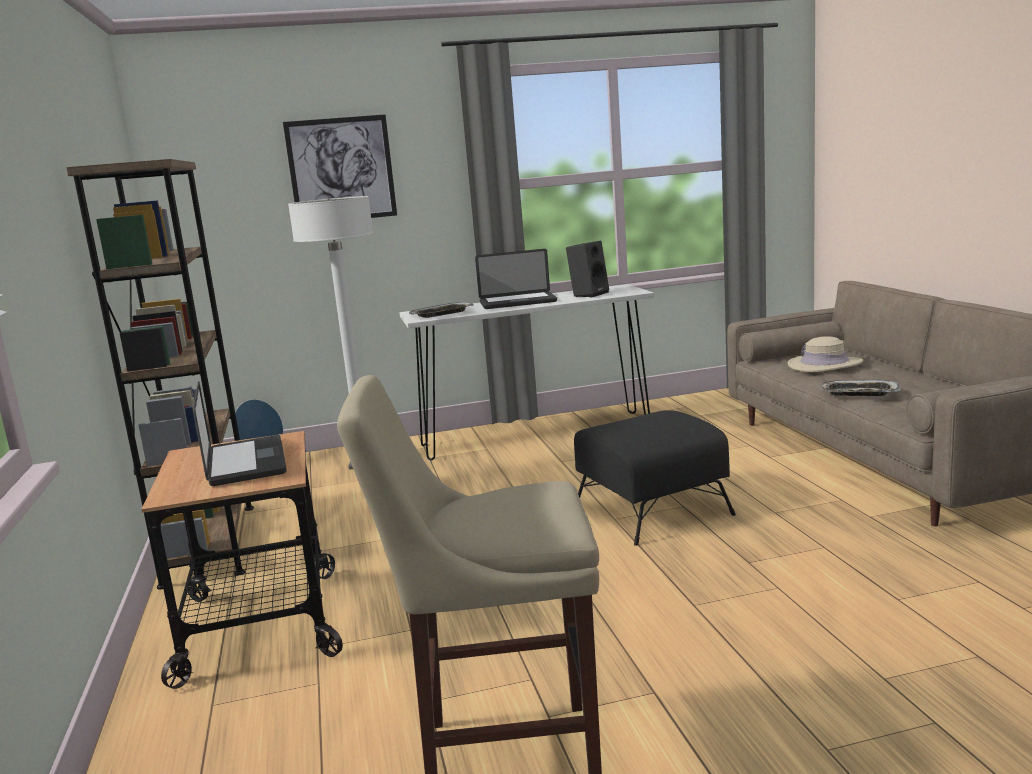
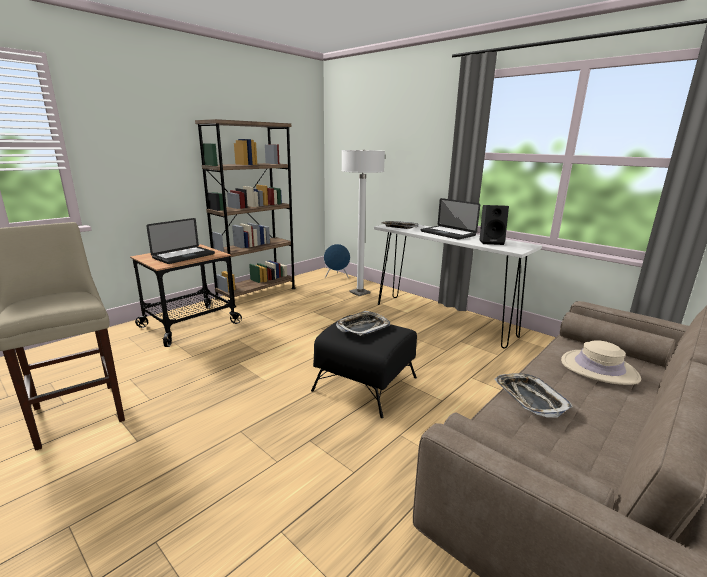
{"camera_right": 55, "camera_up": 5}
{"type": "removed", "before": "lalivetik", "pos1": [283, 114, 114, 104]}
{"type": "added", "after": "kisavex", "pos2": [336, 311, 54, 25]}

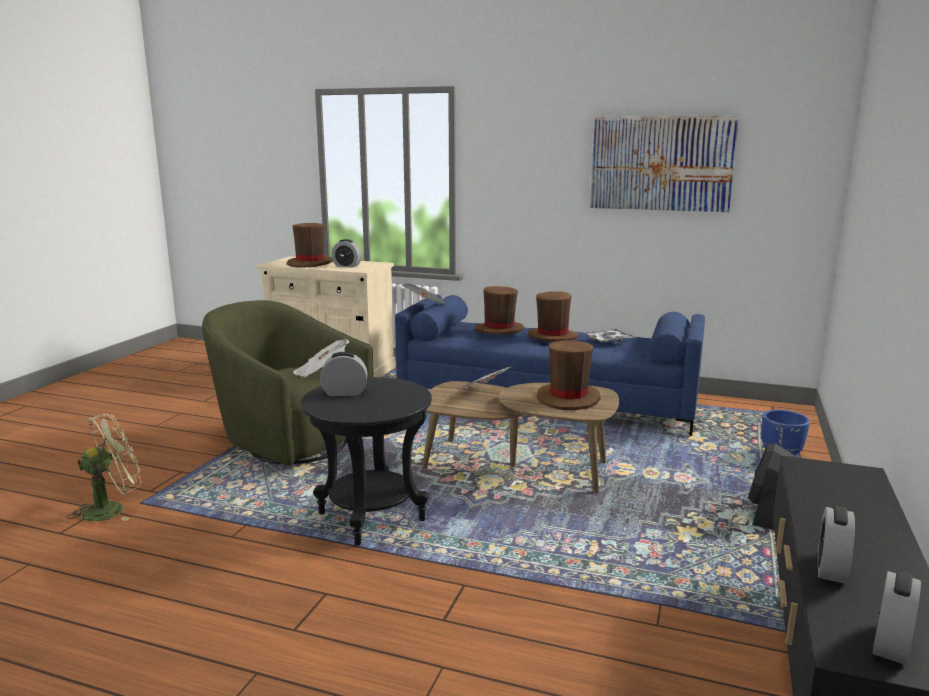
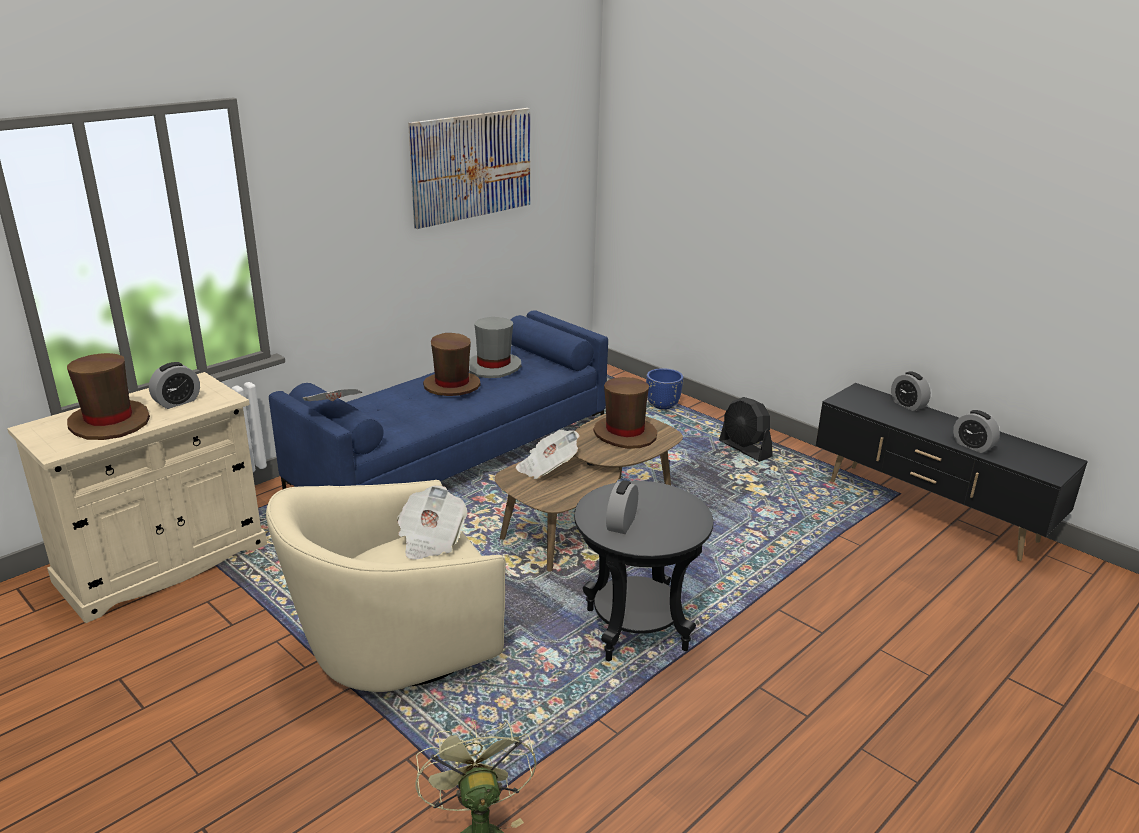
{"camera_right": -65, "camera_up": 10}
{"type": "removed", "before": "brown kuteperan", "pos1": [475, 286, 49, 49]}
{"type": "moved", "before": "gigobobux", "pos1": [873, 571, 48, 94], "pos2": [891, 371, 40, 40]}
{"type": "replaced", "before": "kisavex", "after": "grey kuteperan", "pos1": [583, 329, 52, 13], "pos2": [469, 317, 52, 61]}
{"type": "recoloured", "before": "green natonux", "after": "beige natonux", "pos1": [202, 300, 171, 165], "pos2": [266, 480, 240, 212]}

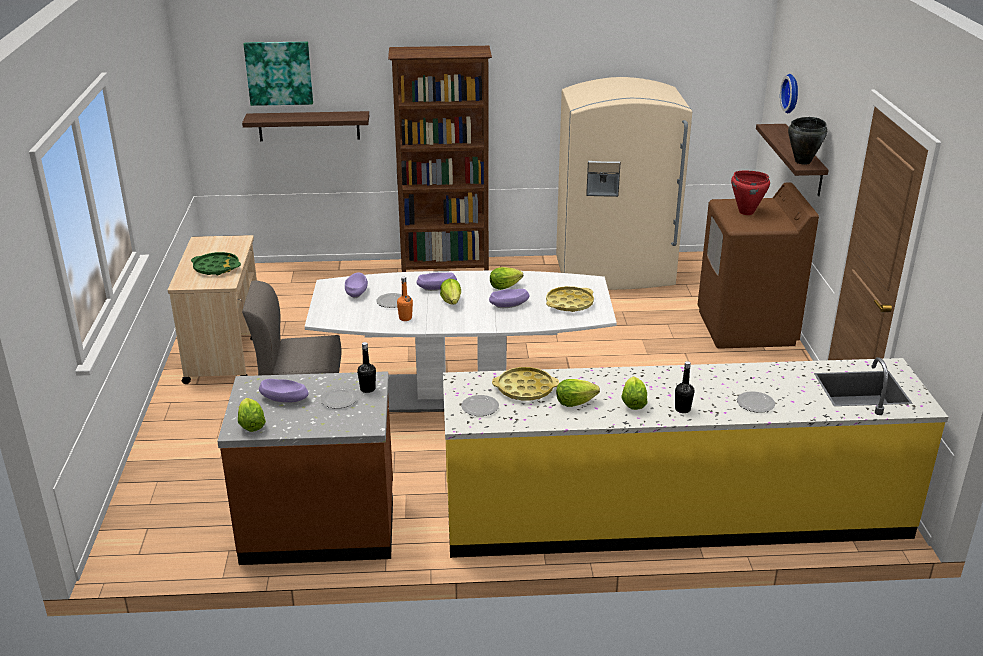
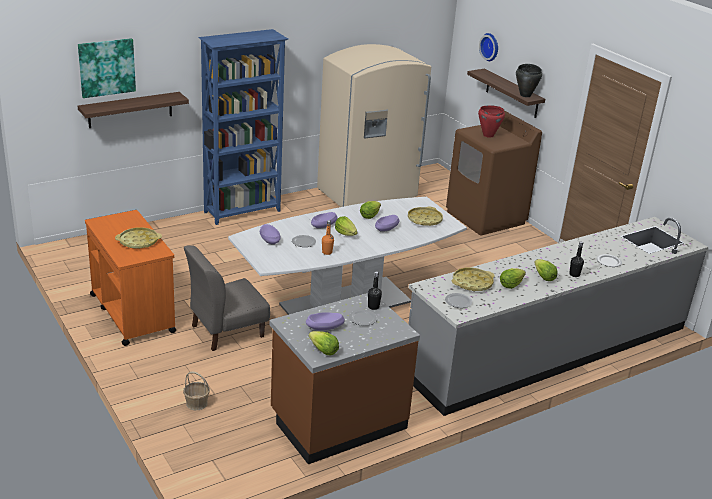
{"camera_right": -30, "camera_up": 0}
{"type": "added", "after": "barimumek", "pos2": [183, 371, 27, 39]}
{"type": "recoloured", "before": "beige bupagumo", "after": "orange bupagumo", "pos1": [168, 235, 89, 149], "pos2": [85, 210, 91, 136]}
{"type": "recoloured", "before": "green kisavex", "after": "yellow kisavex", "pos1": [191, 252, 50, 23], "pos2": [115, 227, 47, 22]}
{"type": "recoloured", "before": "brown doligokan", "after": "blue doligokan", "pos1": [388, 46, 104, 226], "pos2": [198, 29, 90, 196]}
{"type": "recoloured", "before": "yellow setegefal", "after": "grey setegefal", "pos1": [443, 357, 505, 201], "pos2": [408, 217, 300, 199]}

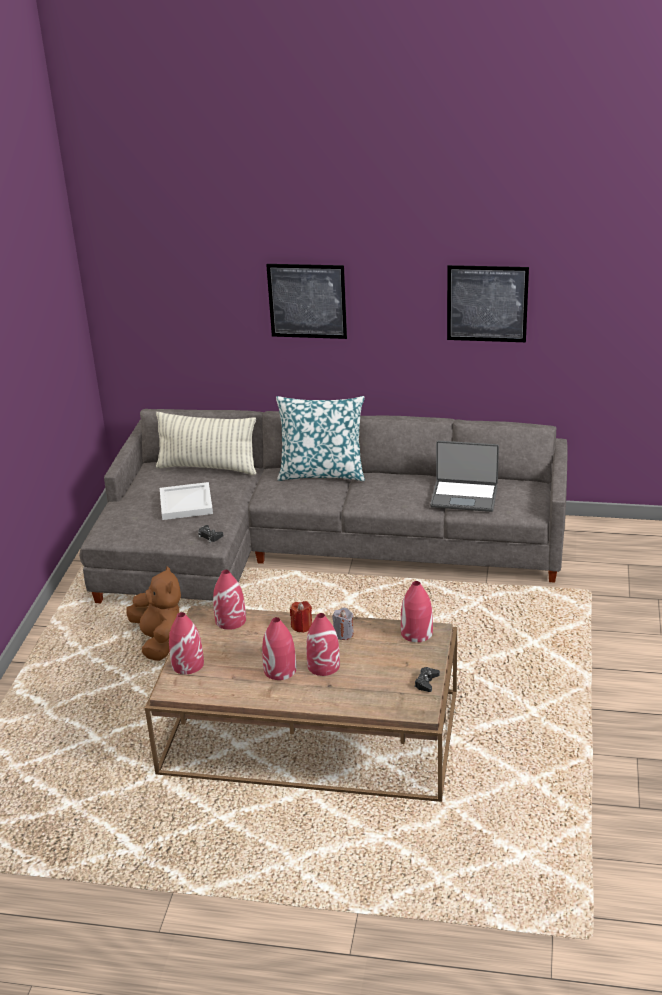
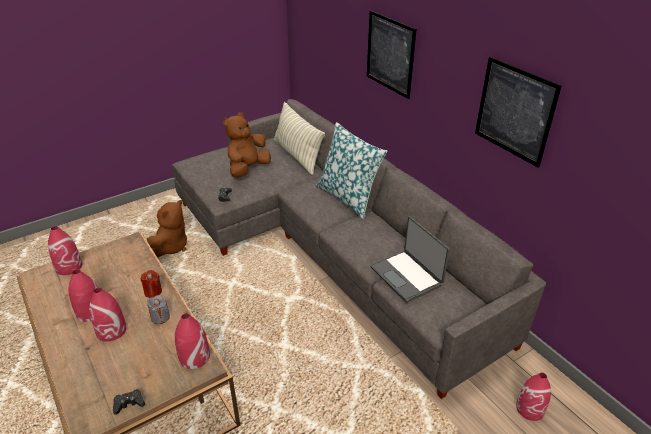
{"camera_right": 45, "camera_up": 5}
{"type": "moved", "before": "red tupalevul", "pos1": [213, 570, 33, 60], "pos2": [516, 372, 35, 49]}
{"type": "replaced", "before": "white kisavex", "after": "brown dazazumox", "pos1": [160, 482, 53, 38], "pos2": [223, 112, 48, 66]}

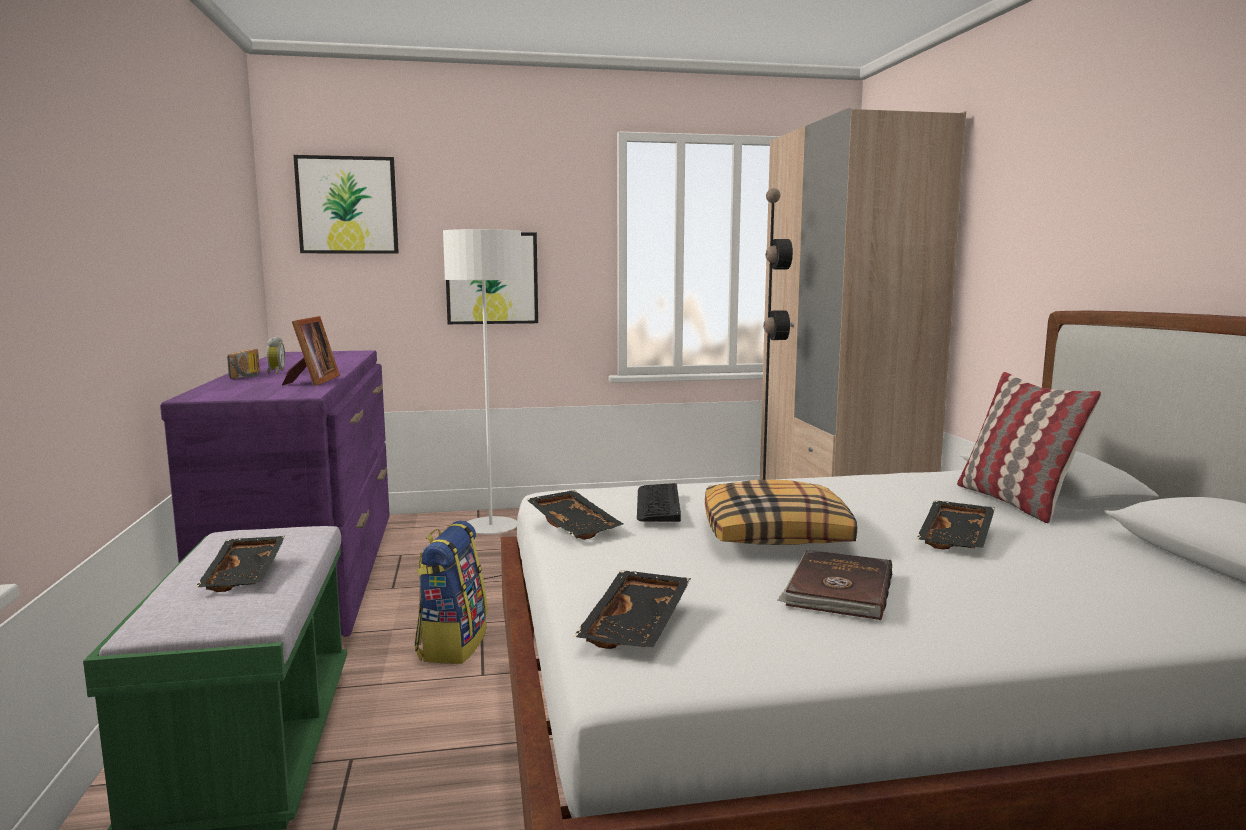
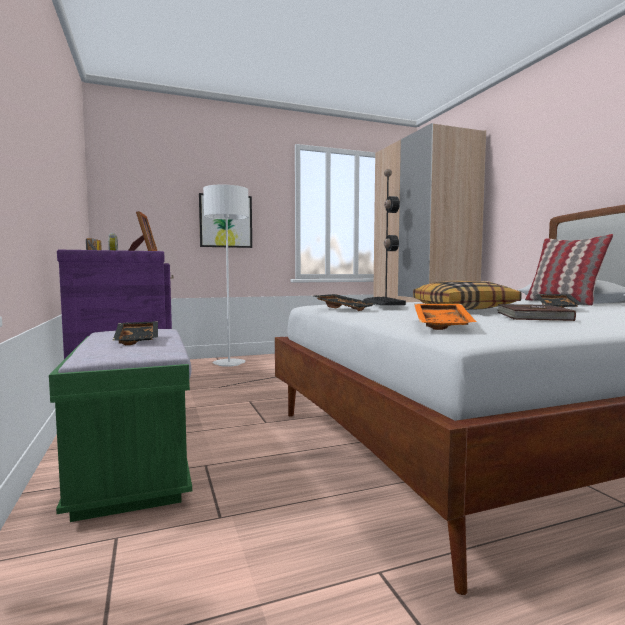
{"camera_right": -10, "camera_up": -5}
{"type": "removed", "before": "lalivetik", "pos1": [293, 155, 106, 99]}
{"type": "removed", "before": "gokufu", "pos1": [414, 521, 74, 143]}
{"type": "recoloured", "before": "black kisavex", "after": "orange kisavex", "pos1": [574, 570, 117, 79], "pos2": [414, 304, 63, 26]}

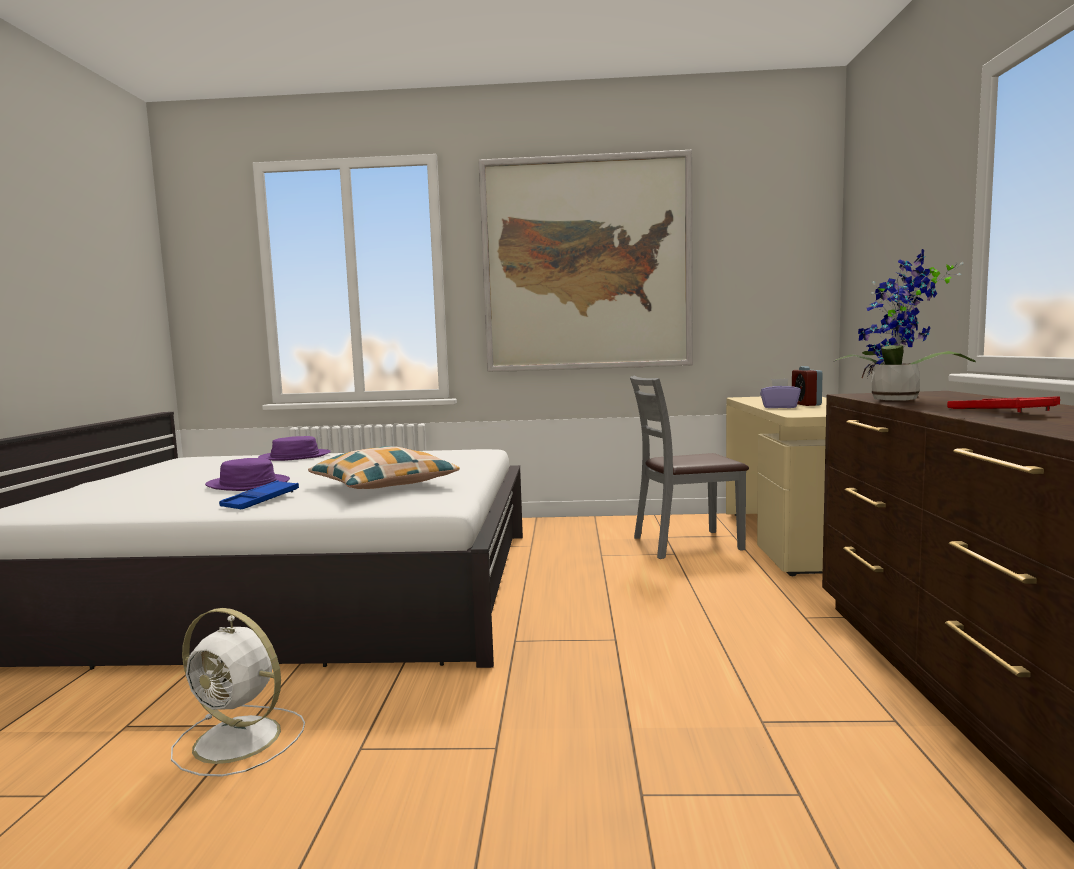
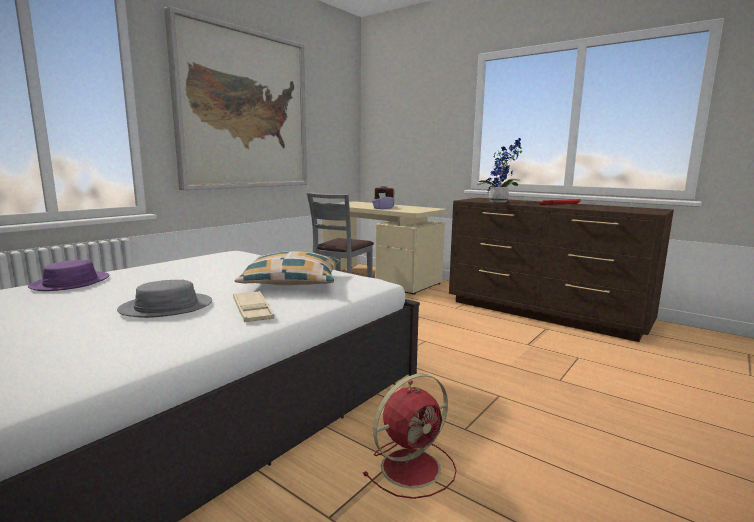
{"camera_right": -55, "camera_up": 5}
{"type": "recoloured", "before": "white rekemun", "after": "red rekemun", "pos1": [171, 608, 134, 169], "pos2": [363, 374, 94, 125]}
{"type": "recoloured", "before": "purple kuteperan", "after": "grey kuteperan", "pos1": [205, 458, 85, 33], "pos2": [117, 280, 95, 38]}
{"type": "recoloured", "before": "blue kisavex", "after": "beige kisavex", "pos1": [219, 480, 80, 29], "pos2": [233, 291, 41, 31]}

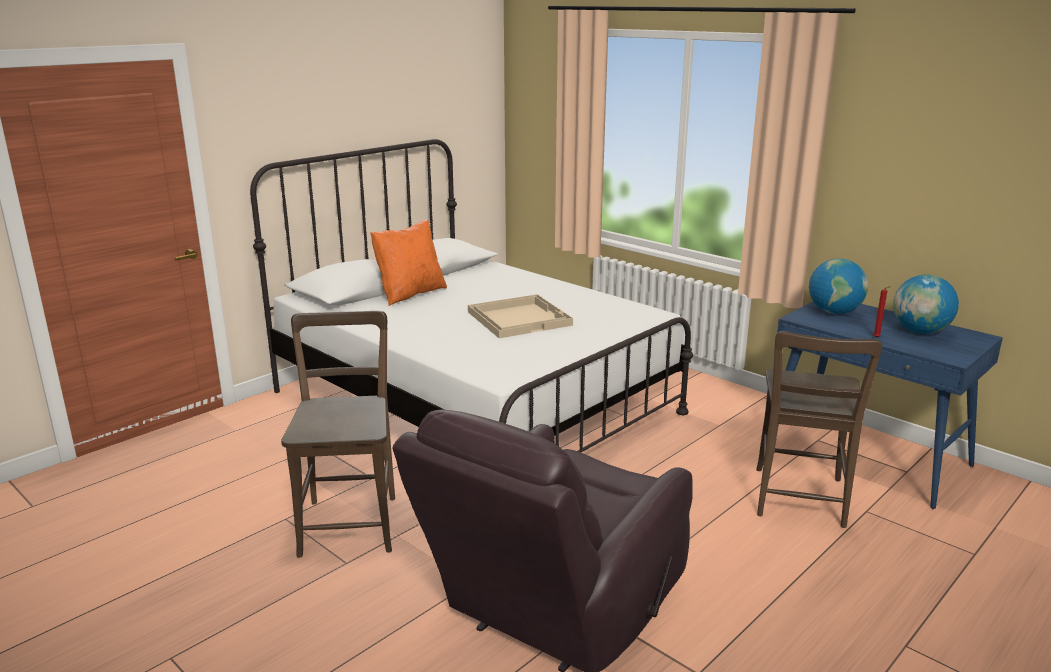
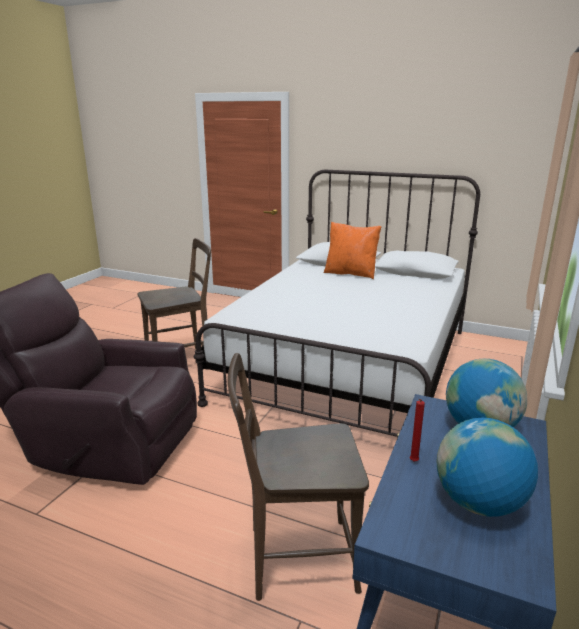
{"camera_right": 70, "camera_up": 0}
{"type": "removed", "before": "beige kisavex", "pos1": [468, 294, 105, 44]}

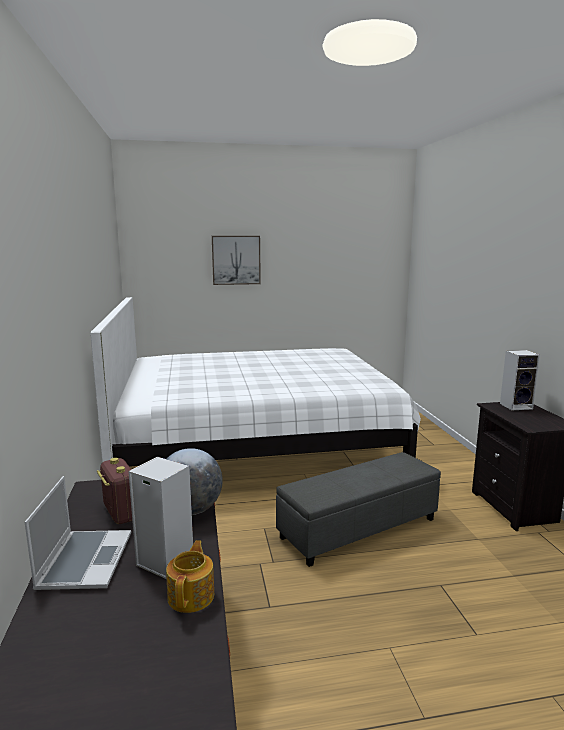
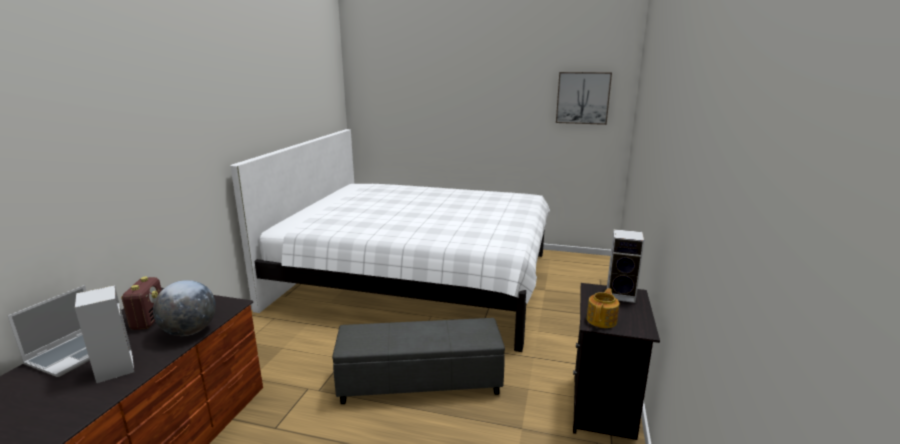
{"camera_right": 25, "camera_up": 5}
{"type": "moved", "before": "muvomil", "pos1": [166, 540, 48, 73], "pos2": [587, 288, 32, 40]}
{"type": "moved", "before": "lalivetik", "pos1": [212, 236, 49, 49], "pos2": [556, 72, 56, 53]}

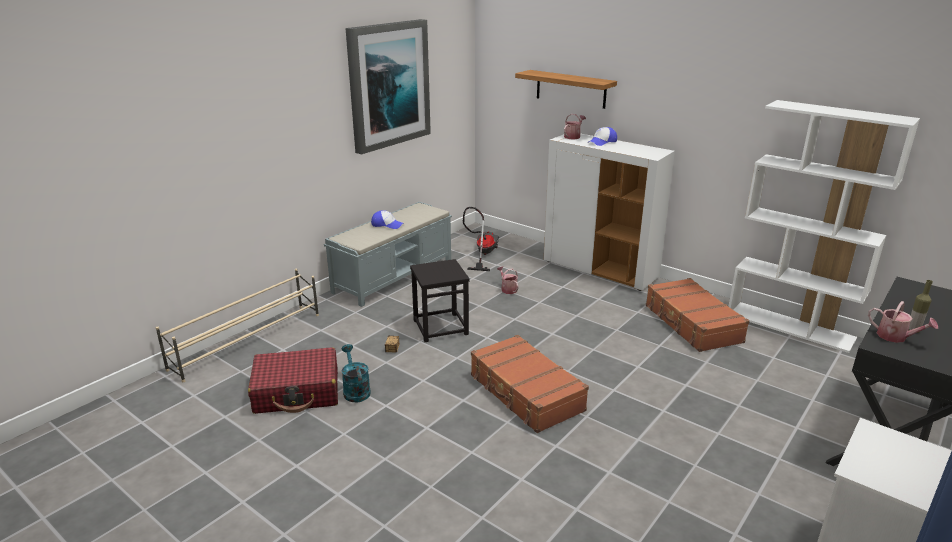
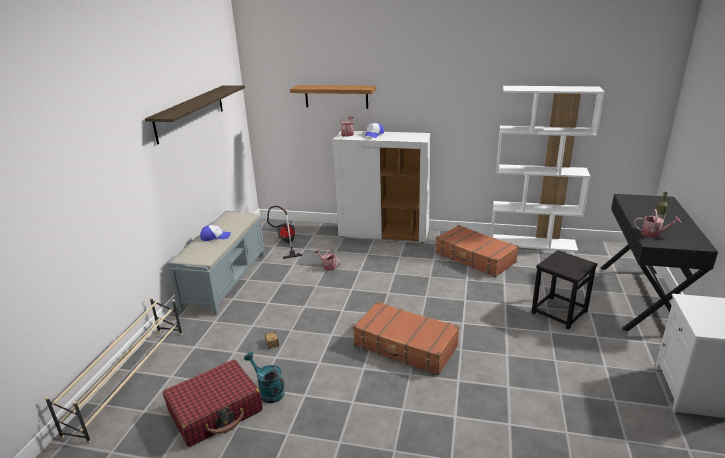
{"camera_right": -25, "camera_up": 0}
{"type": "moved", "before": "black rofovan", "pos1": [410, 259, 60, 83], "pos2": [531, 250, 66, 79]}
{"type": "replaced", "before": "lalivetik", "after": "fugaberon", "pos1": [346, 19, 85, 135], "pos2": [145, 85, 100, 60]}

